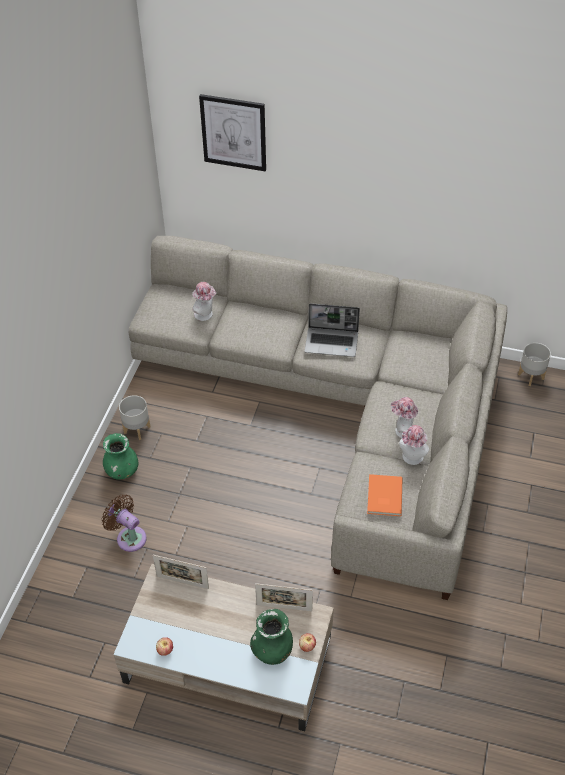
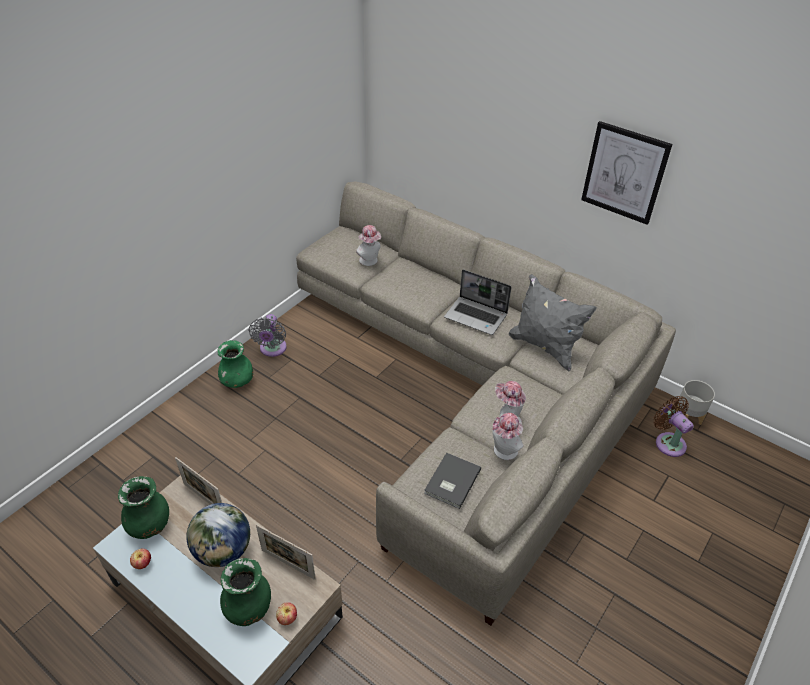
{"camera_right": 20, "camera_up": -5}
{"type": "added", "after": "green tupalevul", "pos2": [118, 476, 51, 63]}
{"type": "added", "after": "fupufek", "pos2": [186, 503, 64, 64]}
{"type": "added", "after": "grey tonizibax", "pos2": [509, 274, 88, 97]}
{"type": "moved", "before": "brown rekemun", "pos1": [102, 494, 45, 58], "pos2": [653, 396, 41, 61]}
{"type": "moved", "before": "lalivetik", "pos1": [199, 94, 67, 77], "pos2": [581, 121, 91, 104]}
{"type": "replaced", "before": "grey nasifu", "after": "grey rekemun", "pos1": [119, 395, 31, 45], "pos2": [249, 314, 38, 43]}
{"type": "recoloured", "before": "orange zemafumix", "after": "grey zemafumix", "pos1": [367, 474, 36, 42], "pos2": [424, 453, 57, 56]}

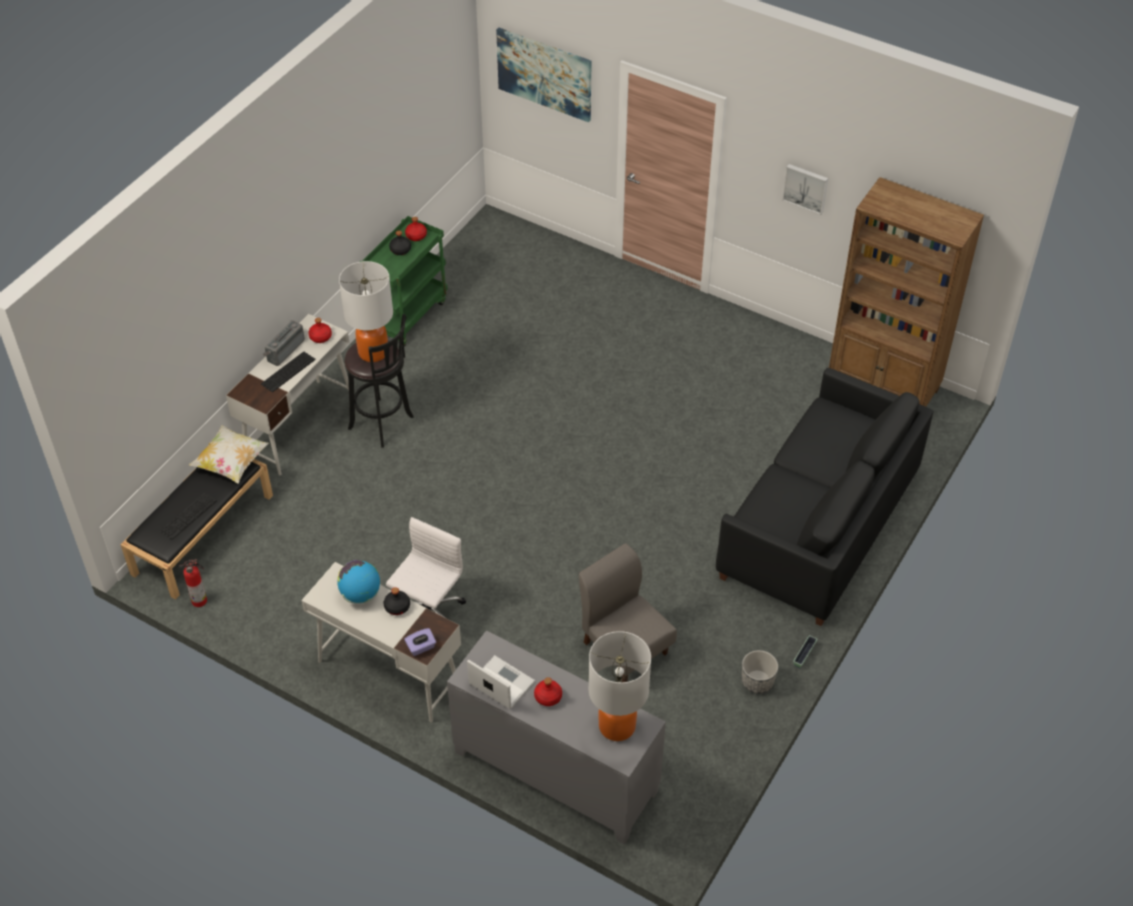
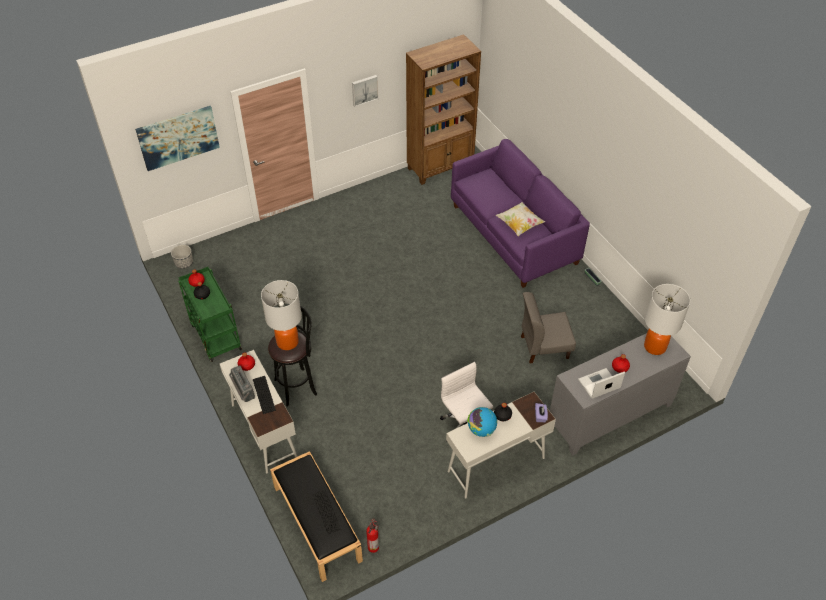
{"camera_right": -60, "camera_up": 0}
{"type": "moved", "before": "tonizibax", "pos1": [189, 425, 80, 59], "pos2": [495, 202, 50, 34]}
{"type": "moved", "before": "nasifu", "pos1": [742, 650, 36, 44], "pos2": [171, 245, 22, 24]}
{"type": "recoloured", "before": "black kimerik", "after": "purple kimerik", "pos1": [716, 368, 217, 258], "pos2": [451, 139, 139, 149]}

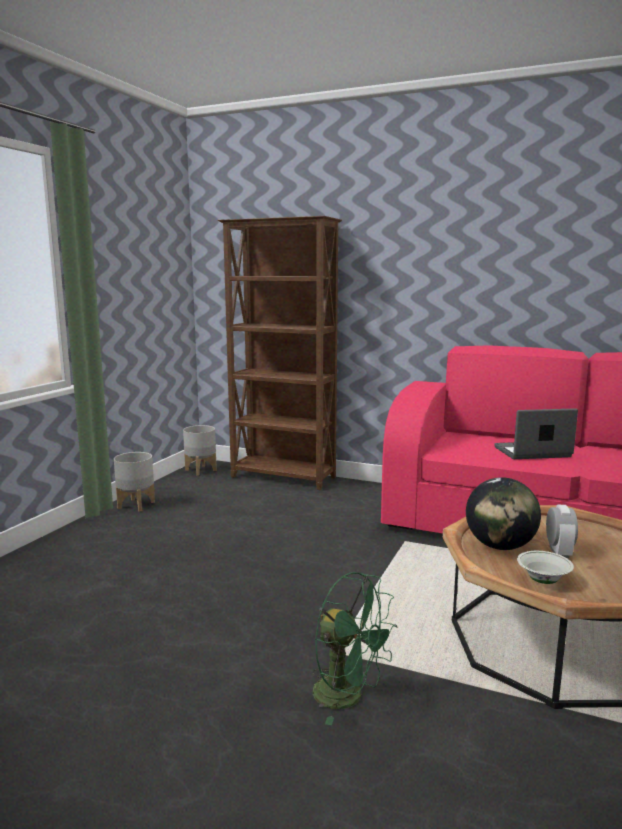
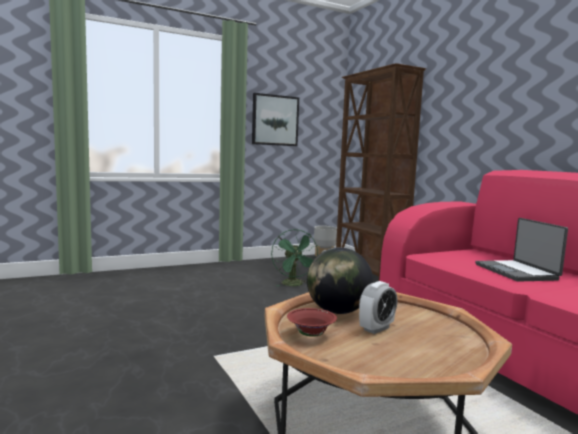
{"camera_right": 40, "camera_up": -5}
{"type": "removed", "before": "grey nasifu", "pos1": [114, 452, 41, 60]}
{"type": "added", "after": "lalivetik", "pos2": [252, 93, 47, 53]}
{"type": "moved", "before": "green rekemun", "pos1": [312, 572, 85, 153], "pos2": [271, 229, 47, 57]}
{"type": "recoloured", "before": "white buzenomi", "after": "red buzenomi", "pos1": [517, 551, 57, 33], "pos2": [287, 308, 50, 29]}
{"type": "turned", "before": "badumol", "pos1": [494, 408, 84, 51], "pos2": [475, 218, 93, 64], "turn": -135}

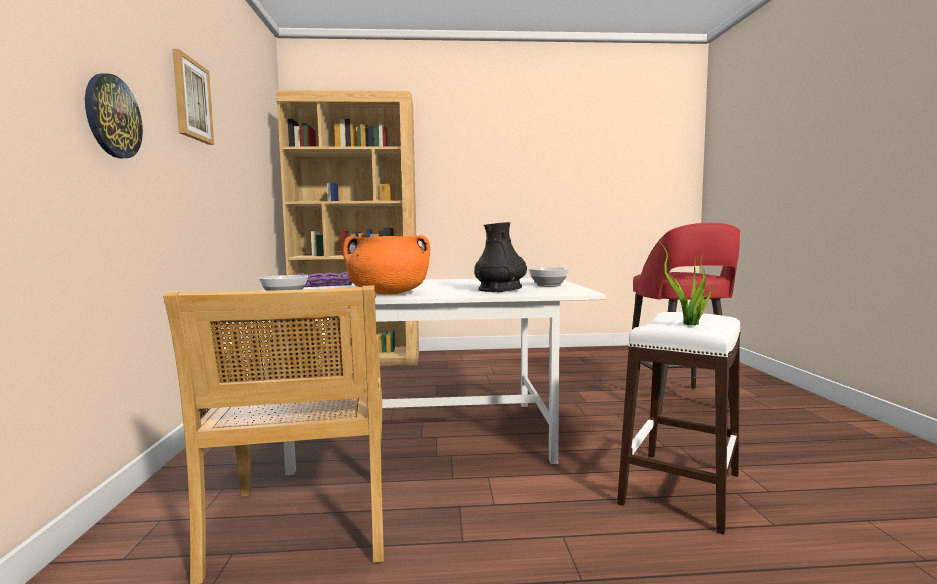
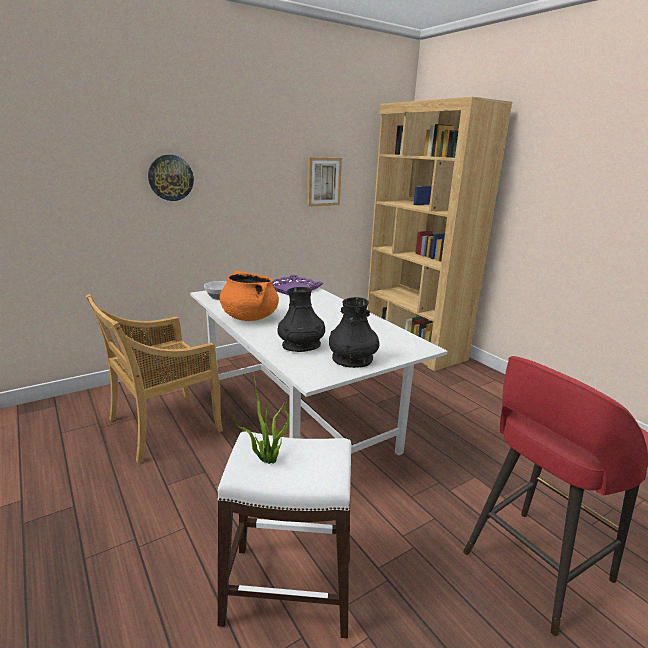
{"camera_right": 60, "camera_up": 15}
{"type": "moved", "before": "lalivetik", "pos1": [172, 49, 42, 96], "pos2": [307, 157, 35, 50]}
{"type": "replaced", "before": "buzenomi", "after": "black tupalevul", "pos1": [528, 267, 41, 20], "pos2": [329, 297, 51, 71]}

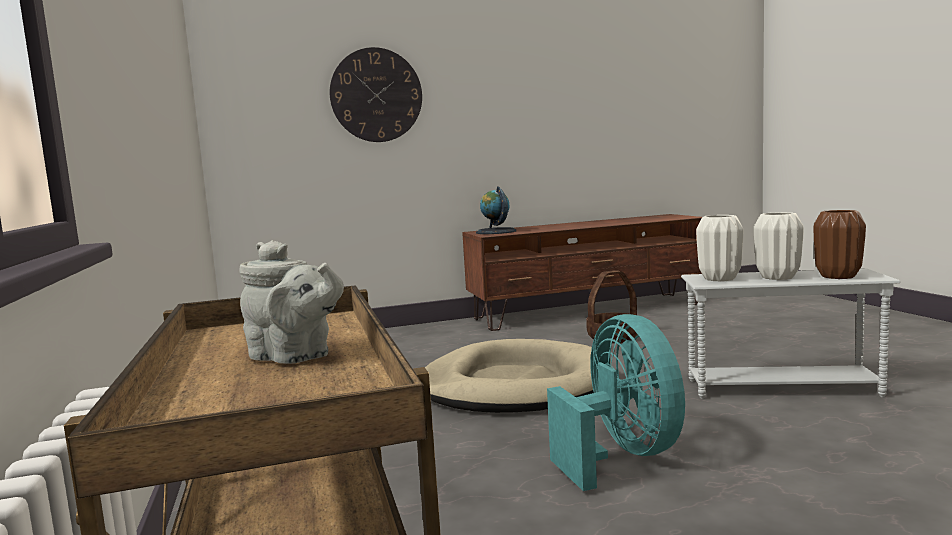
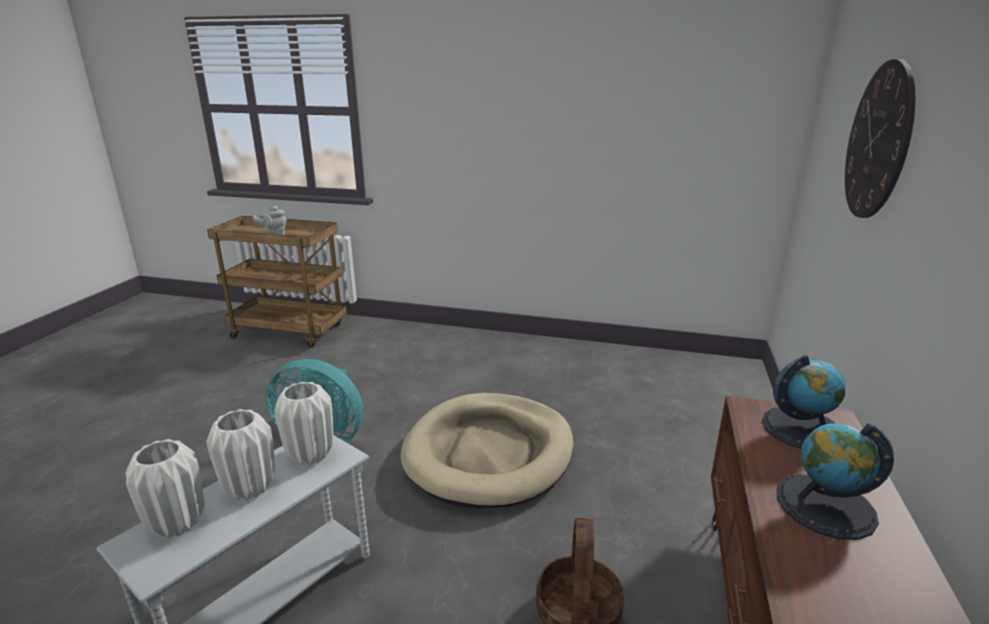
{"camera_right": 120, "camera_up": 15}
{"type": "added", "after": "fupufek", "pos2": [777, 423, 117, 117]}
{"type": "recoloured", "before": "brown tupalevul", "after": "white tupalevul", "pos1": [814, 210, 52, 69], "pos2": [125, 439, 80, 99]}

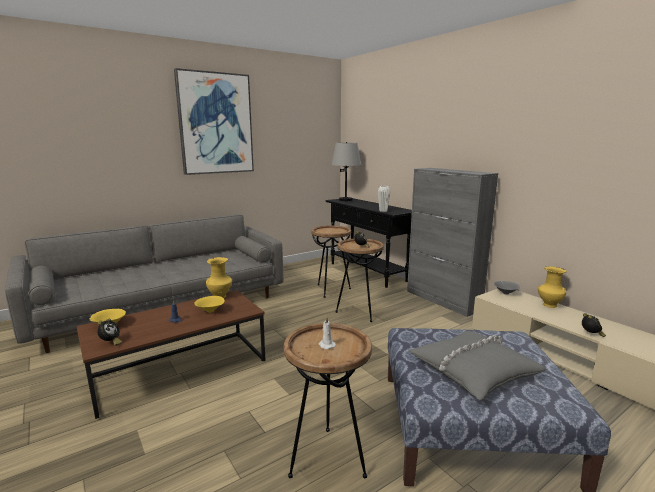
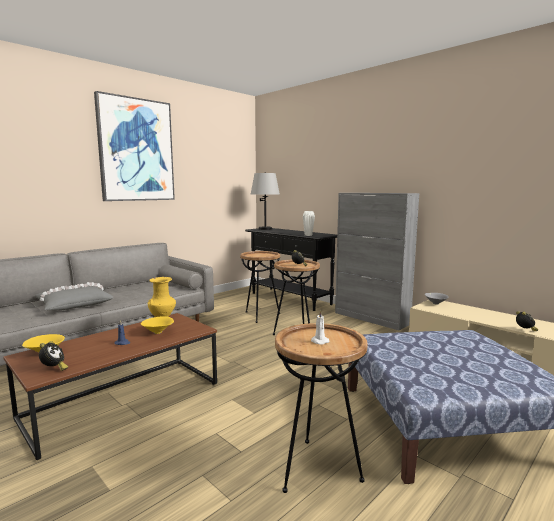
{"camera_right": -10, "camera_up": -5}
{"type": "removed", "before": "yellow tupalevul", "pos1": [538, 266, 29, 42]}
{"type": "moved", "before": "grey tonizibax", "pos1": [409, 331, 137, 69], "pos2": [35, 282, 78, 28]}

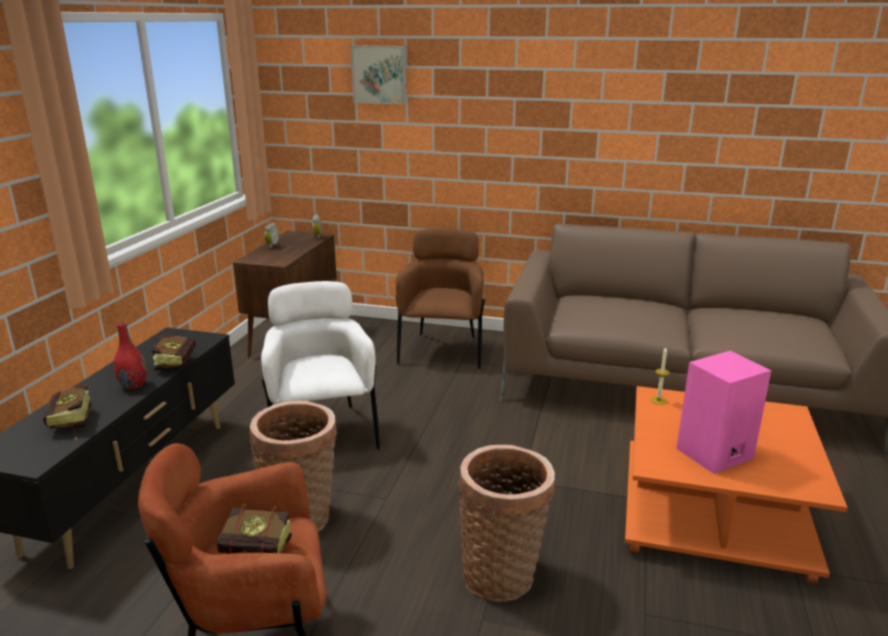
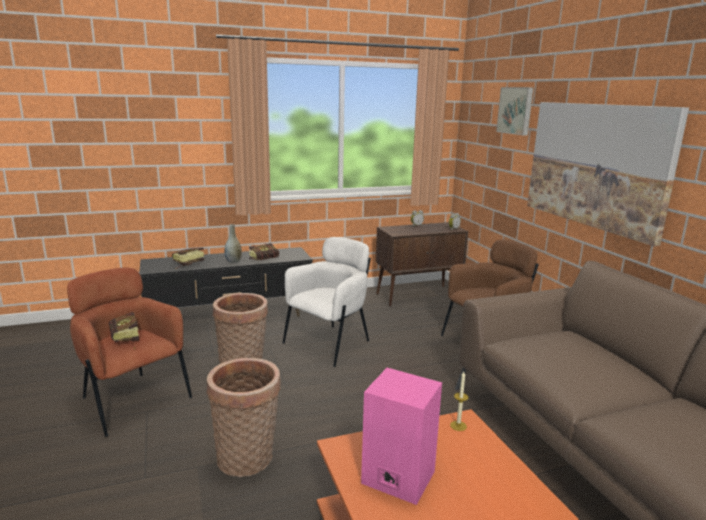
{"camera_right": 55, "camera_up": -5}
{"type": "added", "after": "lalivetik", "pos2": [527, 102, 162, 144]}
{"type": "recoloured", "before": "red tupalevul", "after": "grey tupalevul", "pos1": [114, 323, 33, 66], "pos2": [225, 224, 17, 39]}

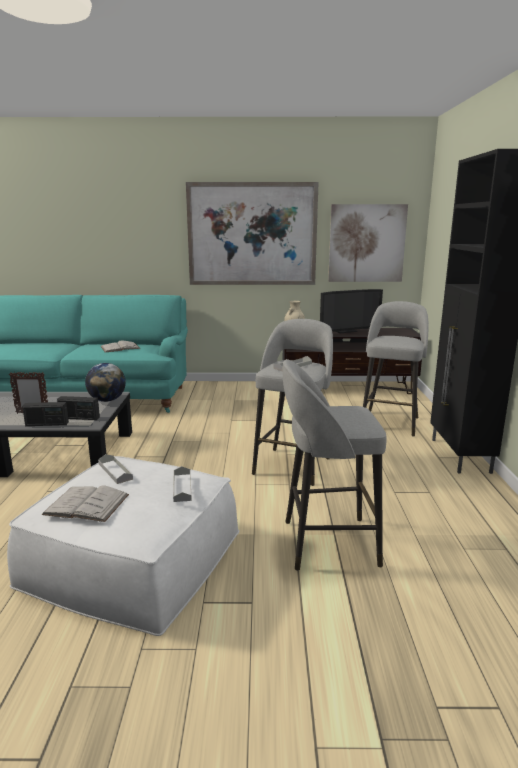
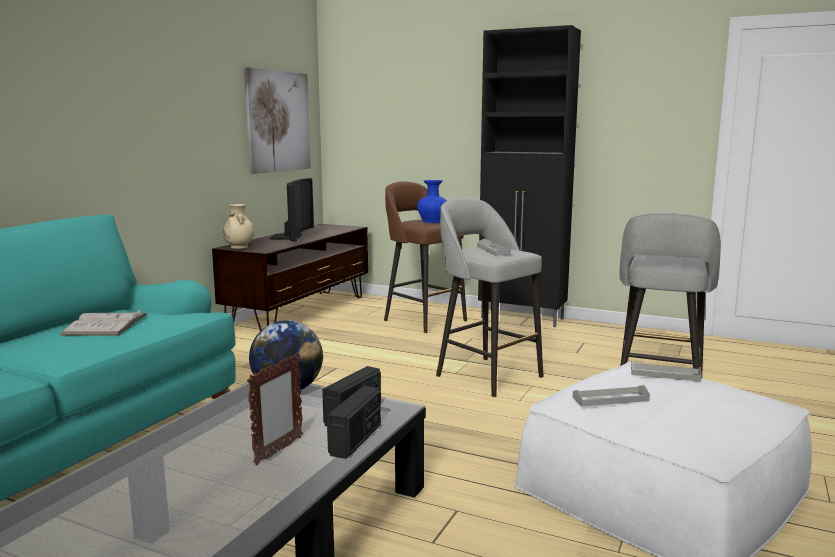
{"camera_right": -65, "camera_up": -5}
{"type": "removed", "before": "white zemafumix", "pos1": [42, 485, 87, 37]}
{"type": "removed", "before": "lalivetik", "pos1": [186, 182, 133, 103]}
{"type": "added", "after": "blue tupalevul", "pos2": [417, 180, 30, 43]}
{"type": "recoloured", "before": "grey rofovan", "after": "brown rofovan", "pos1": [363, 301, 66, 136], "pos2": [384, 181, 83, 152]}

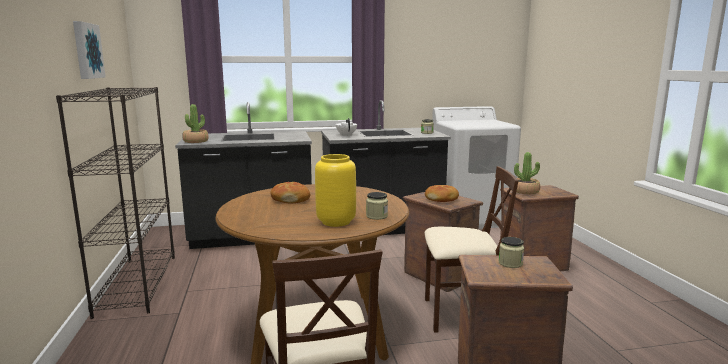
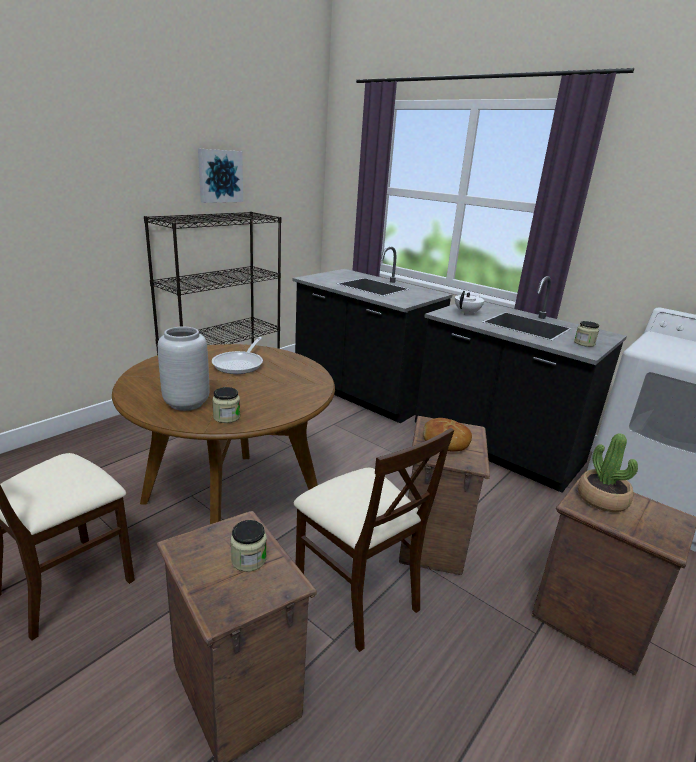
{"camera_right": 50, "camera_up": 10}
{"type": "removed", "before": "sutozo", "pos1": [182, 104, 27, 39]}
{"type": "replaced", "before": "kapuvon", "after": "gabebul", "pos1": [270, 182, 40, 21], "pos2": [212, 337, 51, 37]}
{"type": "recoloured", "before": "yellow tupalevul", "after": "grey tupalevul", "pos1": [315, 154, 41, 73], "pos2": [158, 327, 51, 84]}

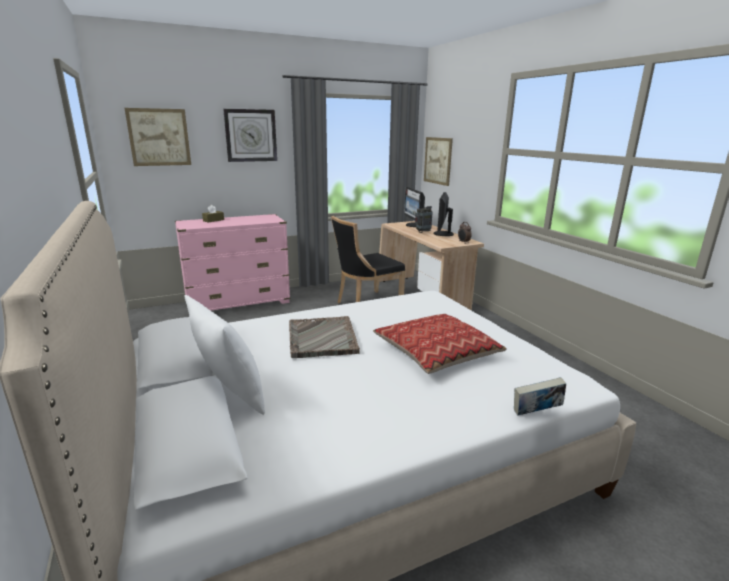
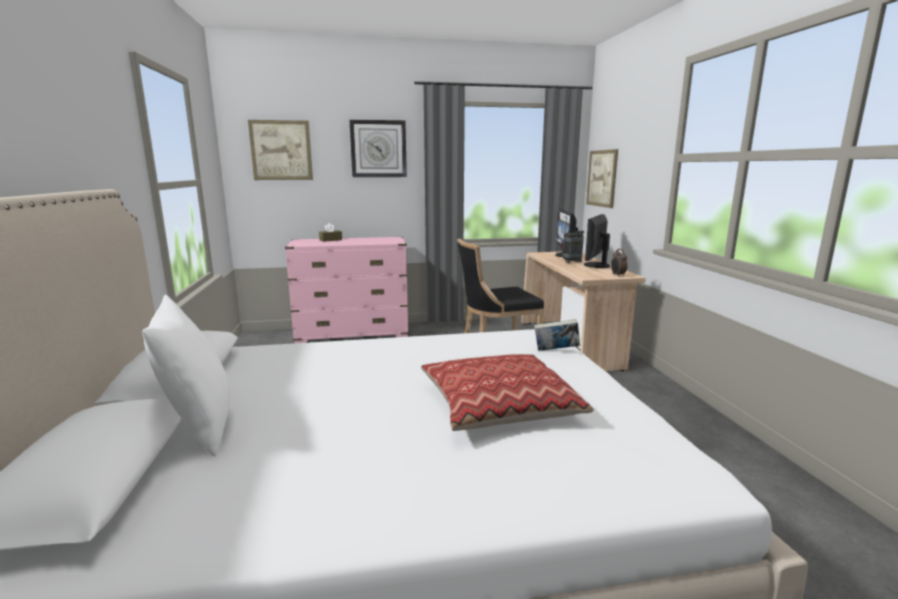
{"camera_right": 15, "camera_up": -5}
{"type": "removed", "before": "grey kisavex", "pos1": [289, 316, 71, 42]}
{"type": "moved", "before": "zemafumix", "pos1": [514, 377, 52, 39], "pos2": [534, 319, 46, 32]}

